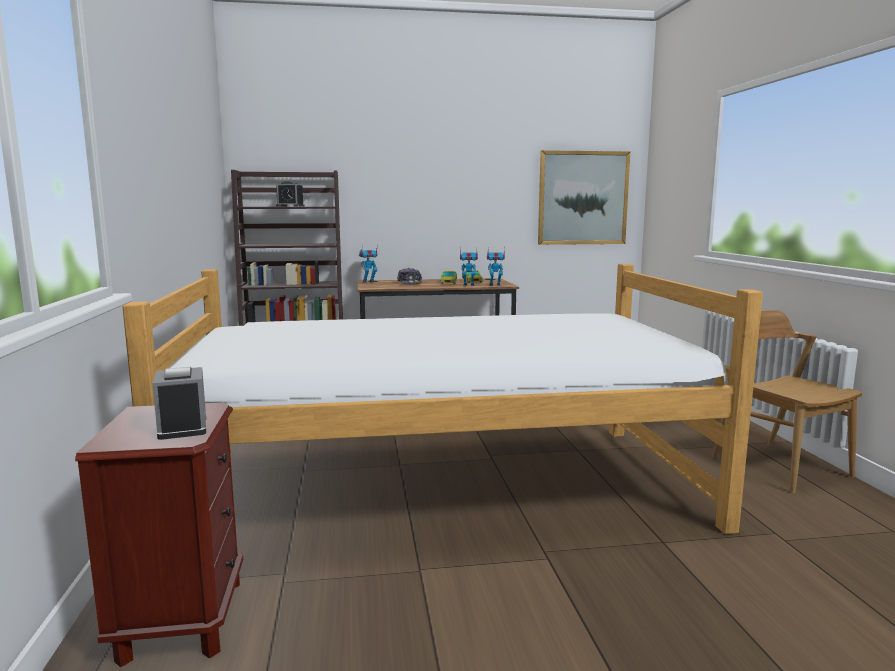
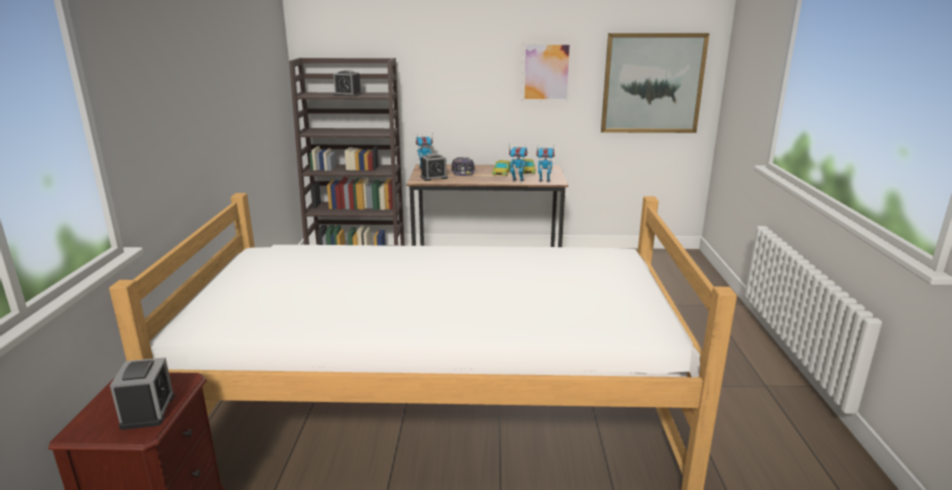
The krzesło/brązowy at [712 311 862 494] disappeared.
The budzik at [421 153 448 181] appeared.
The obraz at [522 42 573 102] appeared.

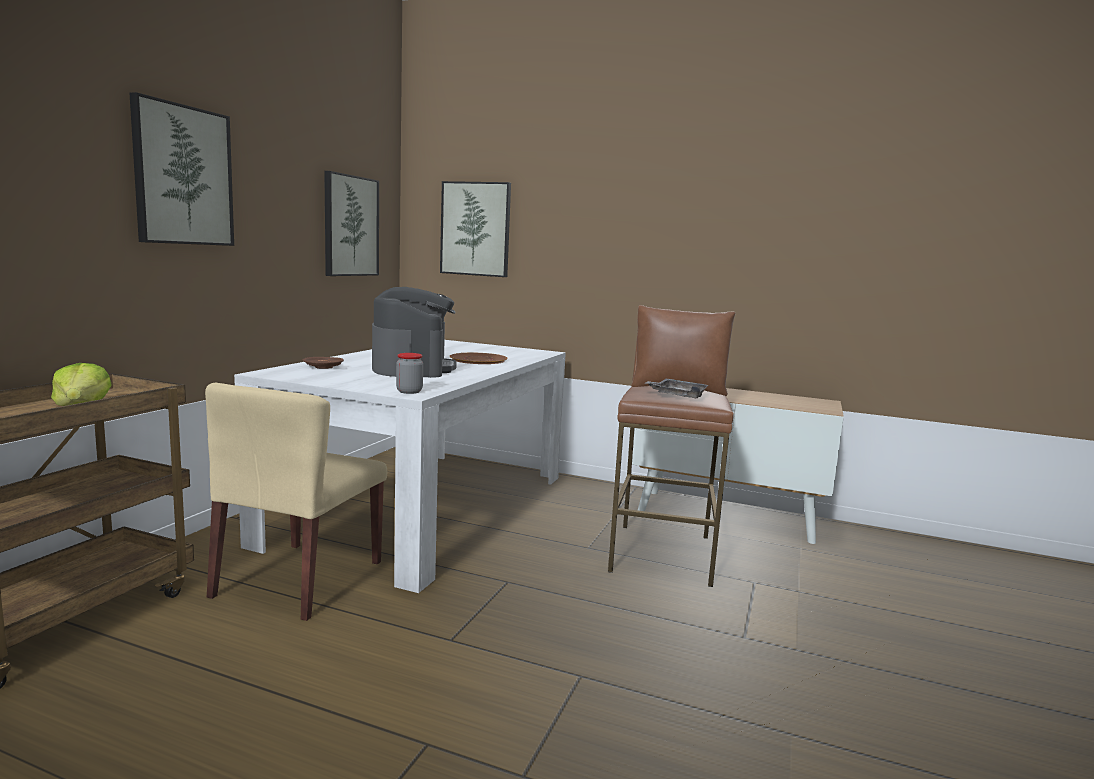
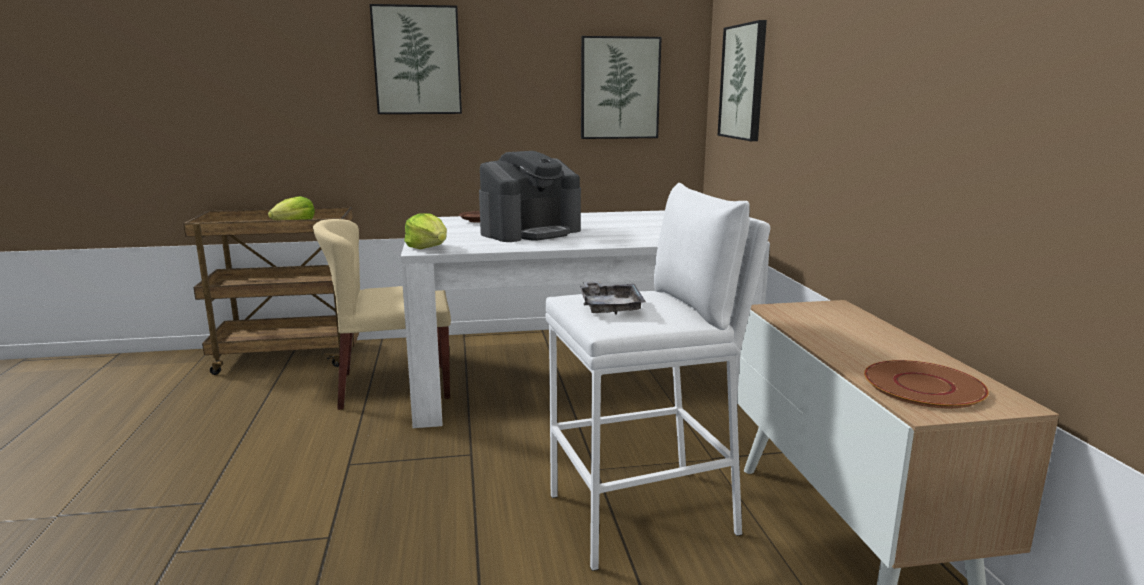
The słoik at [396 353 423 394] was replaced by the sałata at [404 213 447 249].
The talerz/brązowy moved from [450 353 508 364] to [864 360 989 408].
The stołek/brązowy at [608 305 736 587] became the stołek/biały at [545 183 770 571].

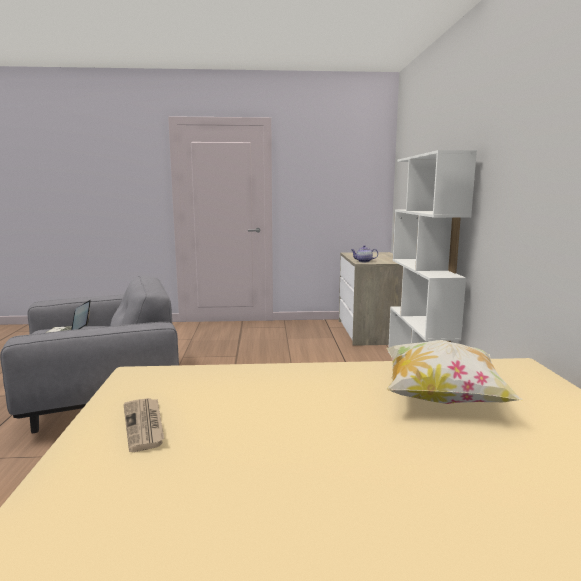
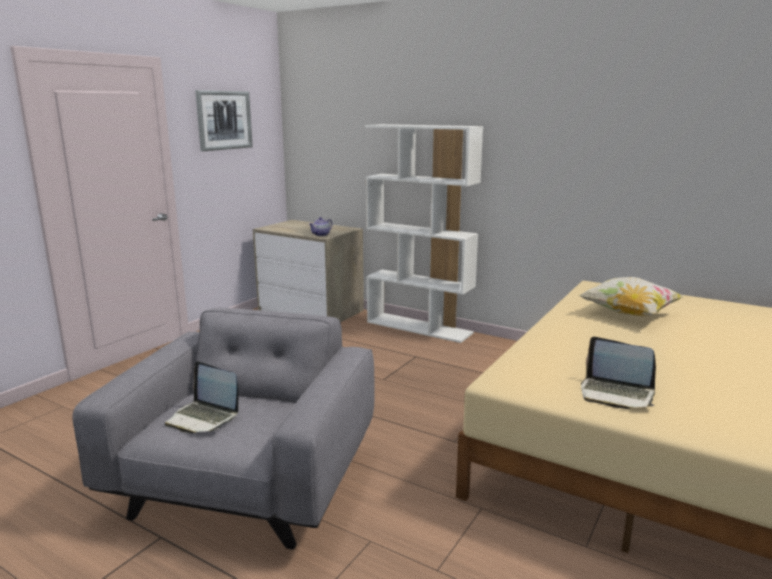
The gazeta at [123 398 164 452] was replaced by the laptop at [581 337 656 409].
The obraz at [195 90 253 151] appeared.

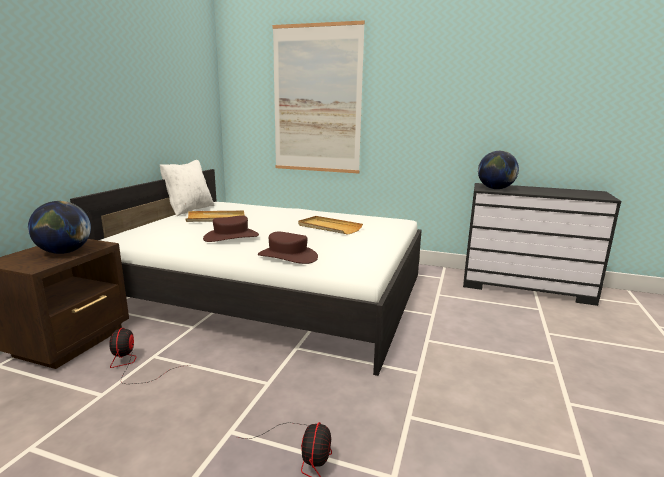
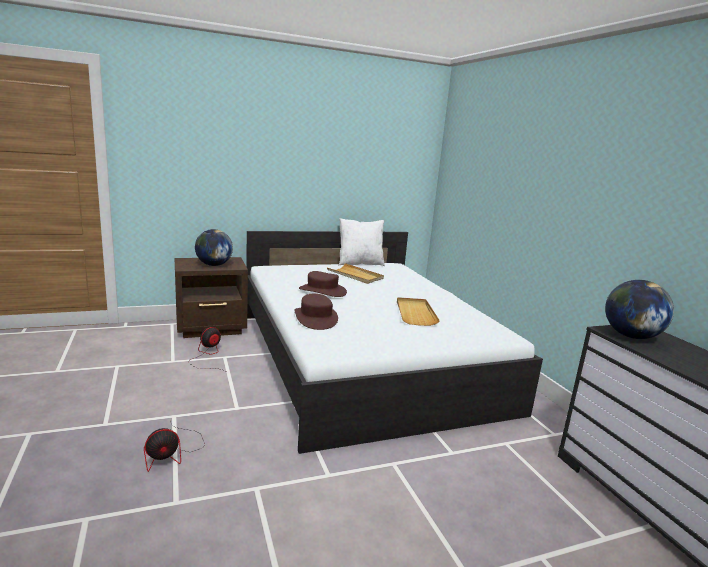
The obraz at [272 20 365 174] disappeared.

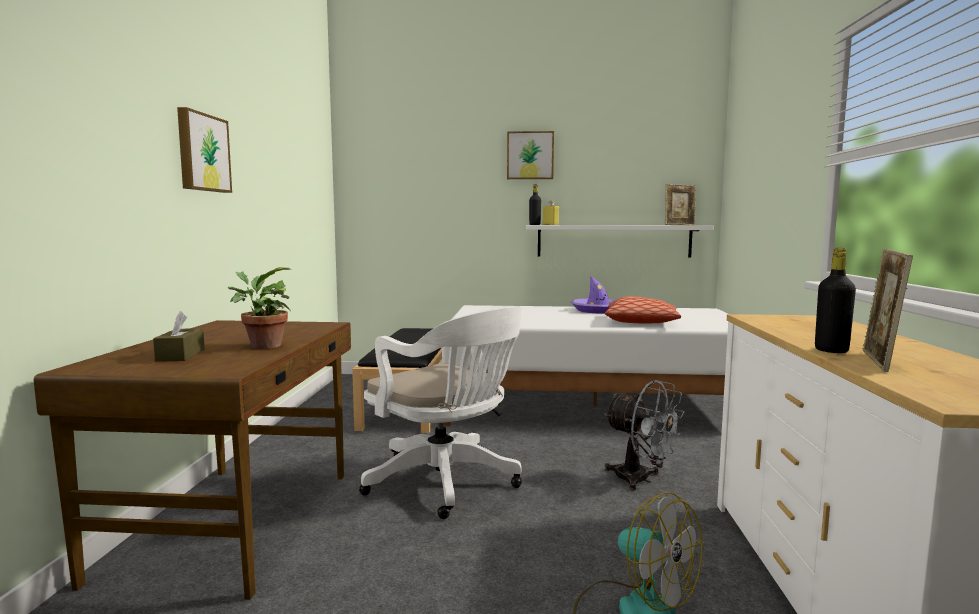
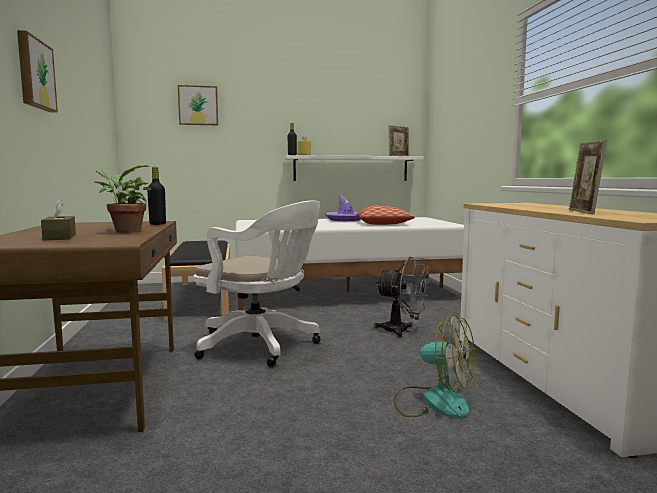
The obraz moved from [507 131 554 179] to [178 85 218 125].
The butelka/czarny moved from [815 248 856 353] to [147 167 166 225].

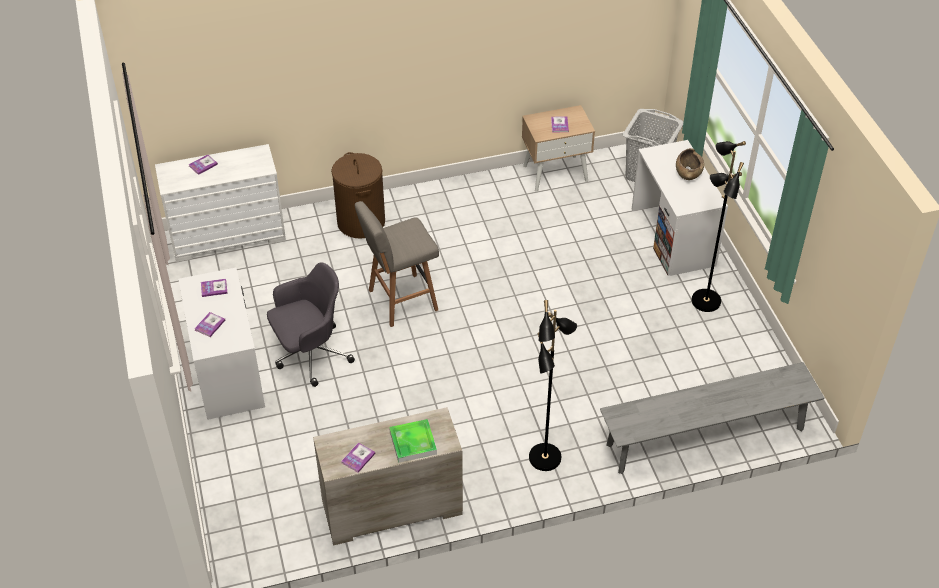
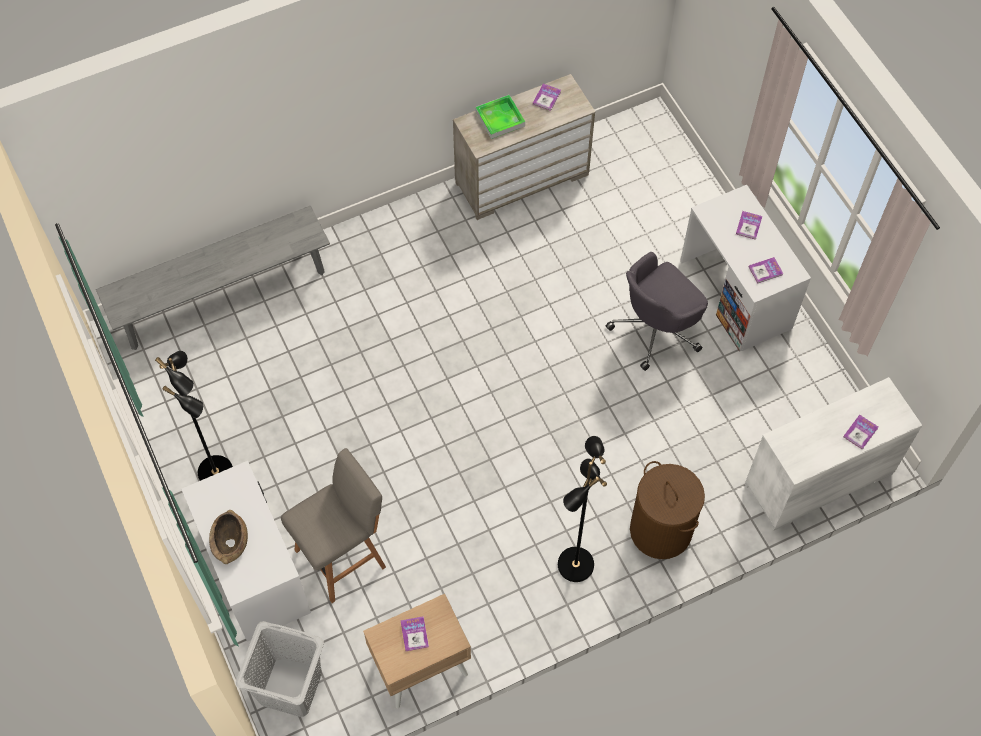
The stołek/szary moved from [355 201 439 327] to [281 448 386 603].
The lampa stojąca/czarny moved from [529 300 577 471] to [558 436 607 582].

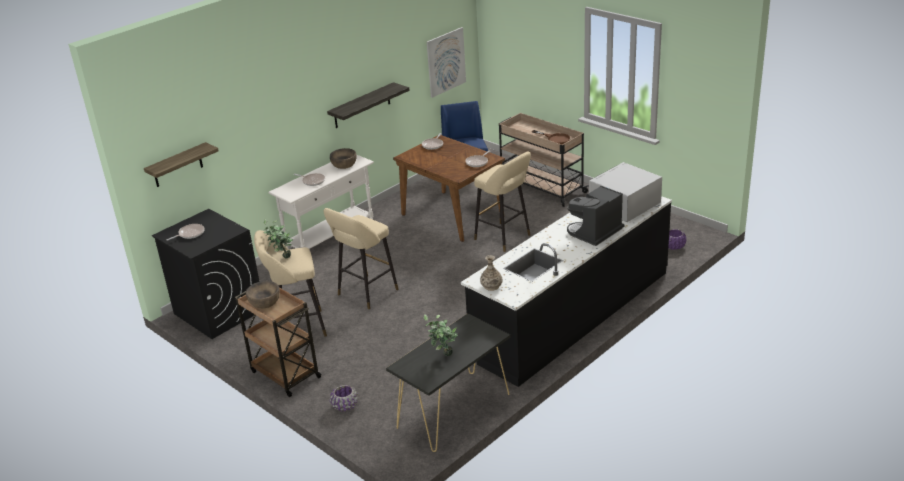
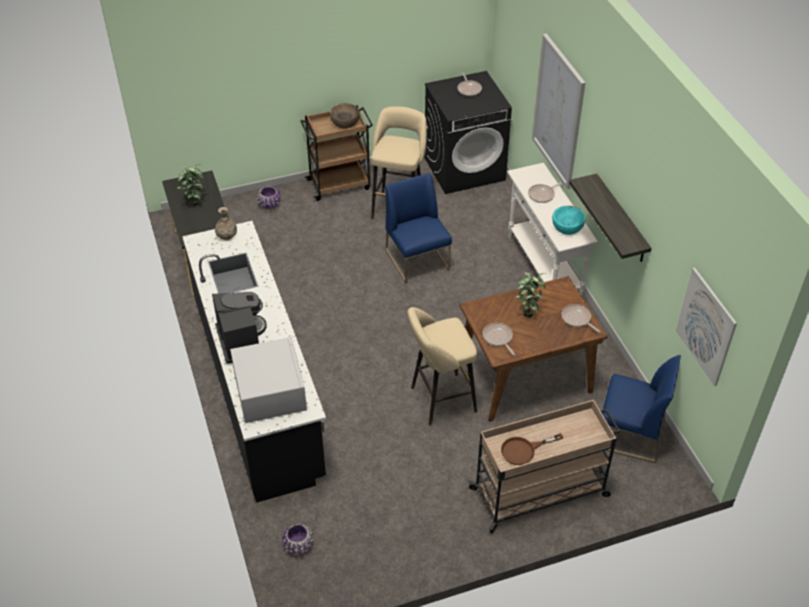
The półka at [144 142 219 187] disappeared.
The roślina doniczkowa moved from [263 219 293 259] to [516 272 547 318].
The stołek/beżowy at [324 208 398 309] was replaced by the krzesło/niebieski at [385 173 452 284].
The miska/brązowy at [330 148 357 169] became the miska/turkusowy at [552 206 586 235].
The obraz at [532 34 585 189] appeared.

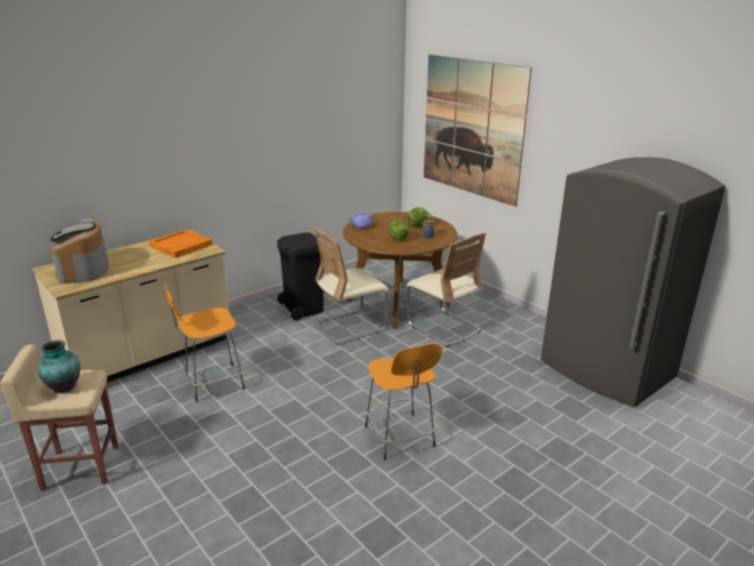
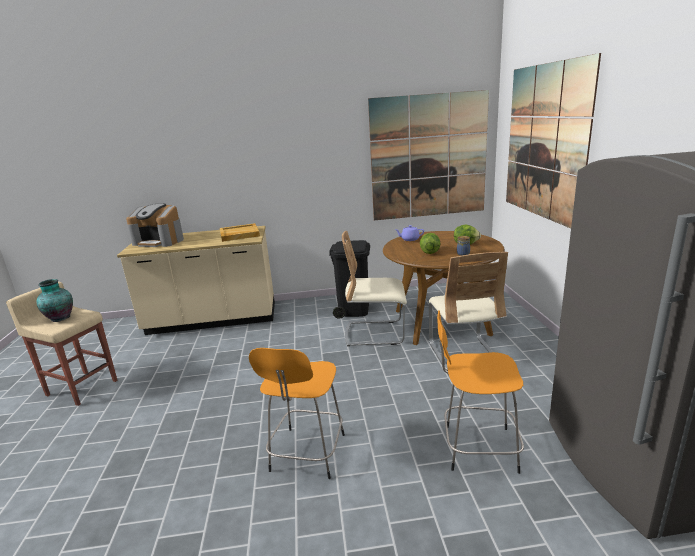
The ekspres do kawy at [50 219 109 284] turned 90 degrees counterclockwise.
The taca/pomarańczowy at [149 229 212 258] became the taca/beżowy at [220 223 260 242].
The stołek/pomarańczowy moved from [164 283 245 402] to [437 310 524 474].
The obraz at [368 90 489 220] appeared.

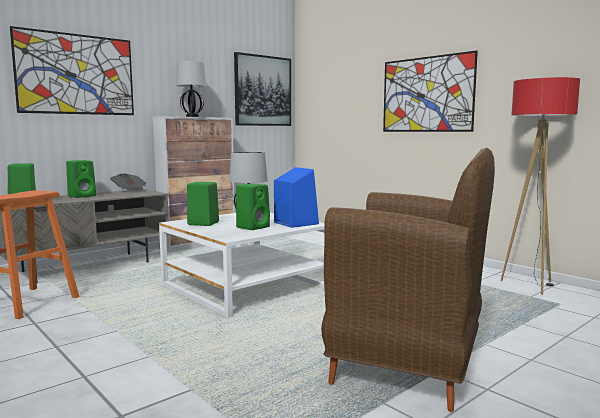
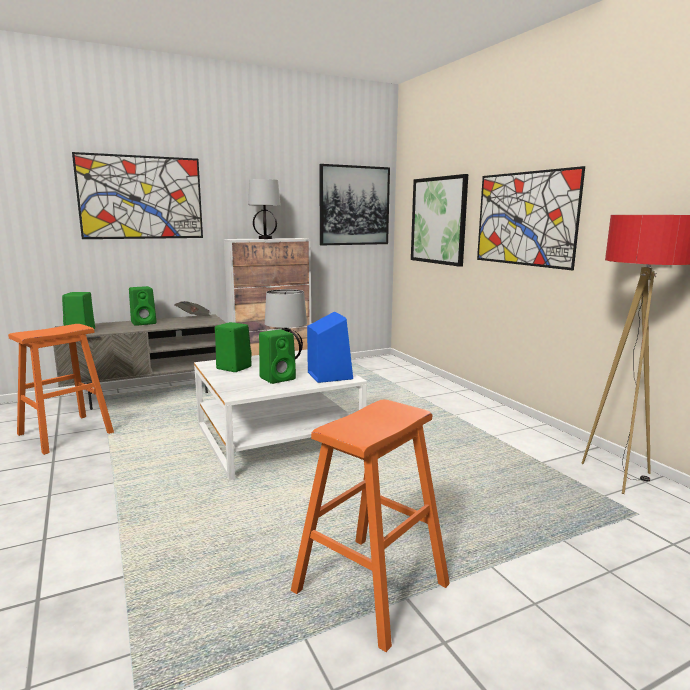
The fotel/brązowy at [321 148 495 412] was replaced by the stołek/pomarańczowy at [291 400 450 652].
The obraz at [411 174 468 267] appeared.

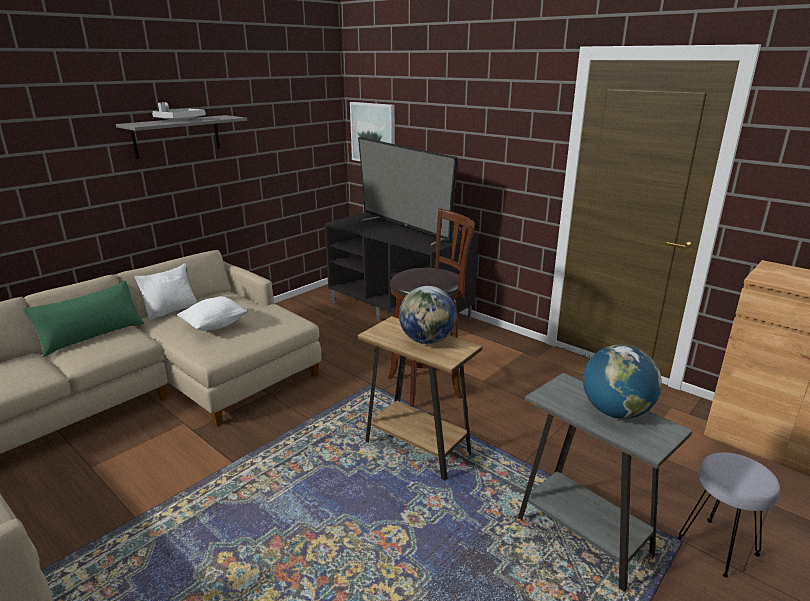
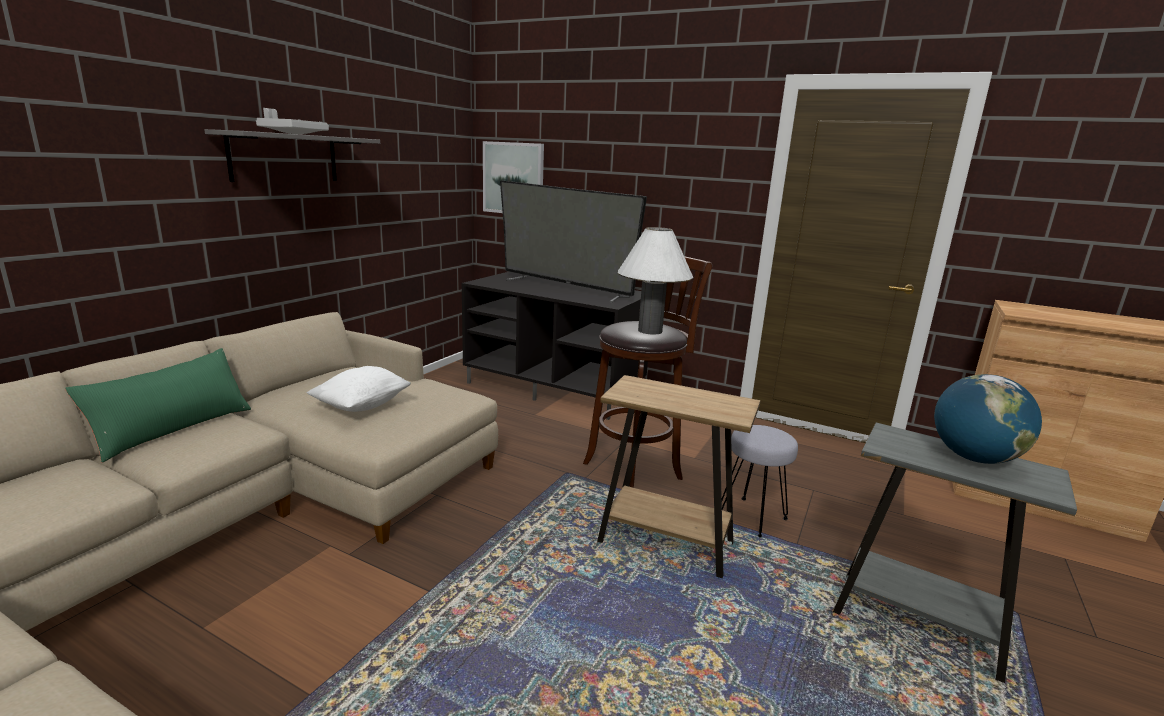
The poduszka/biały at [135 263 198 320] disappeared.
The globus at [399 286 457 344] disappeared.
The stołek/szary moved from [677 452 780 578] to [722 425 798 537].
The lampa stołowa/biały at [618 227 693 335] appeared.

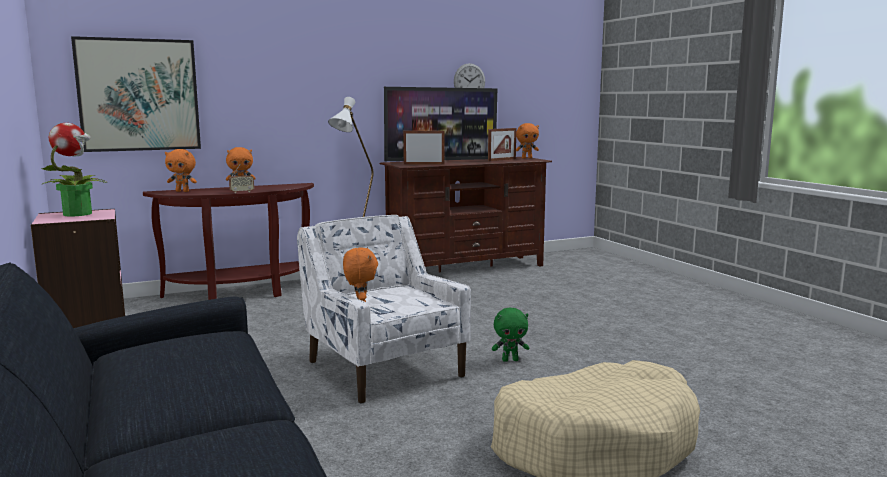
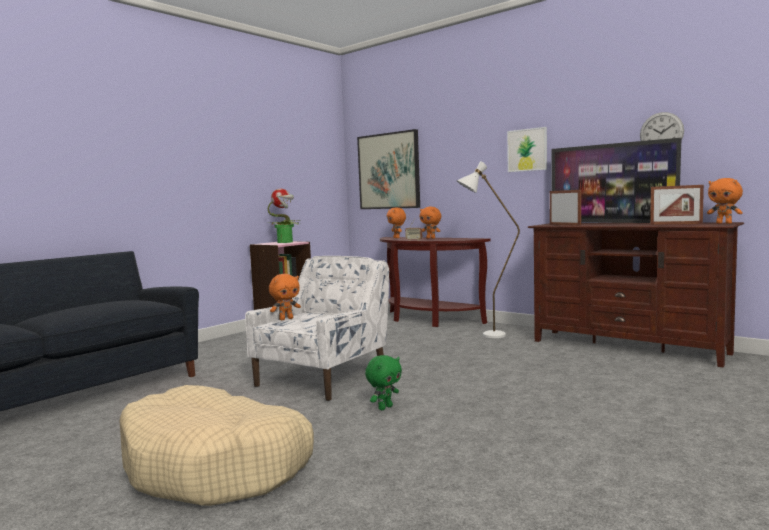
The pluszak/zielony at [492 308 529 362] turned 105 degrees counterclockwise.
The obraz at [507 127 547 172] appeared.

